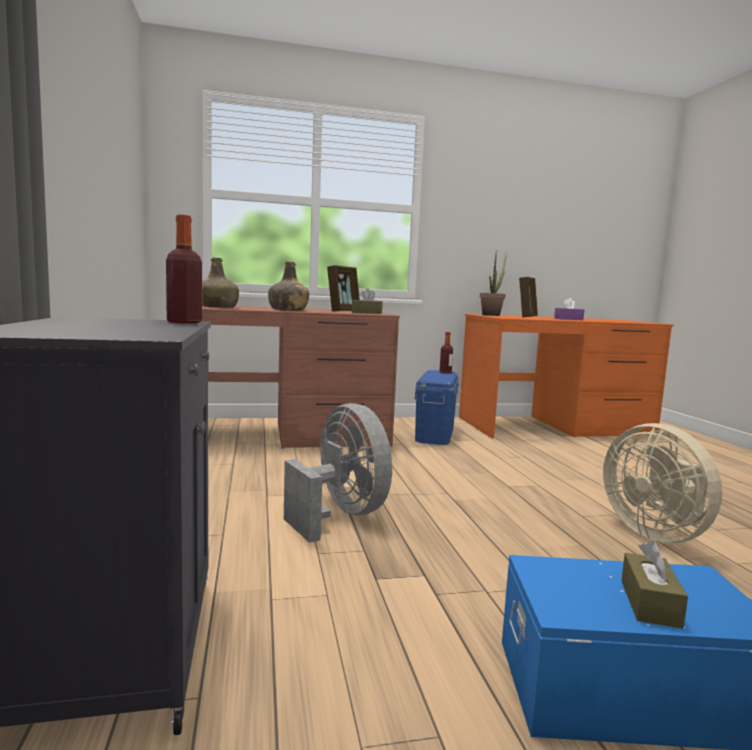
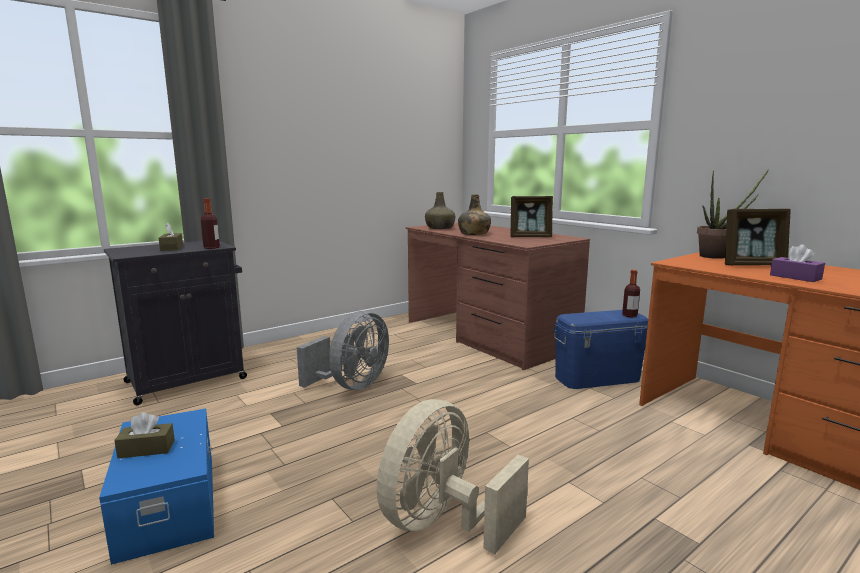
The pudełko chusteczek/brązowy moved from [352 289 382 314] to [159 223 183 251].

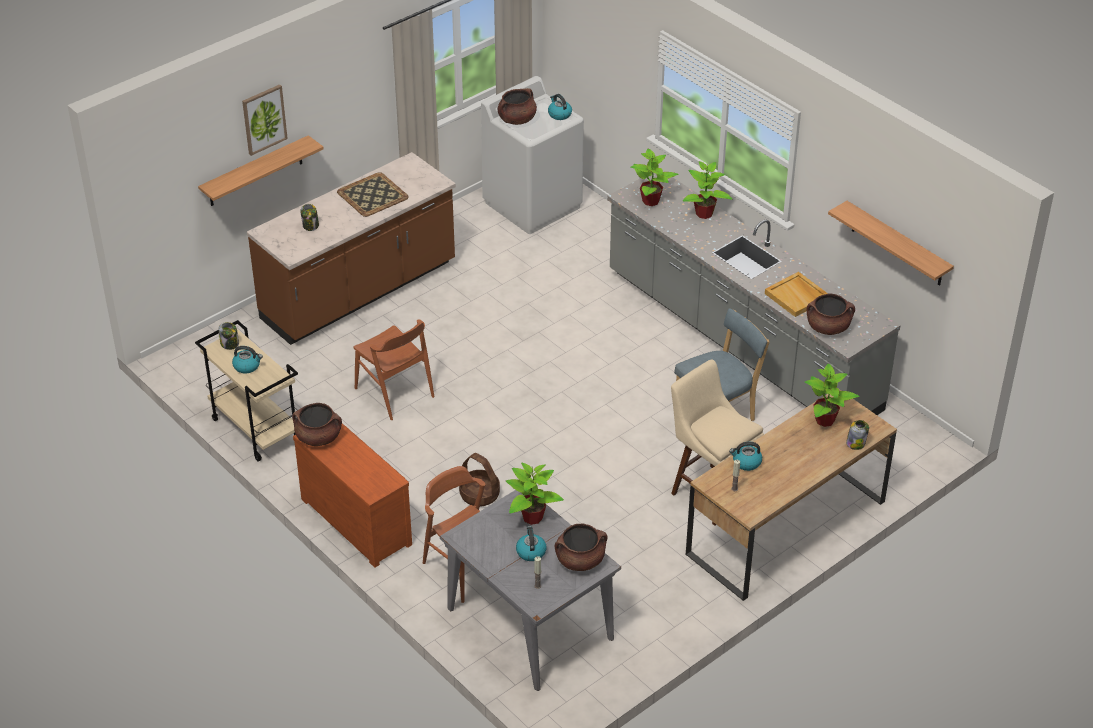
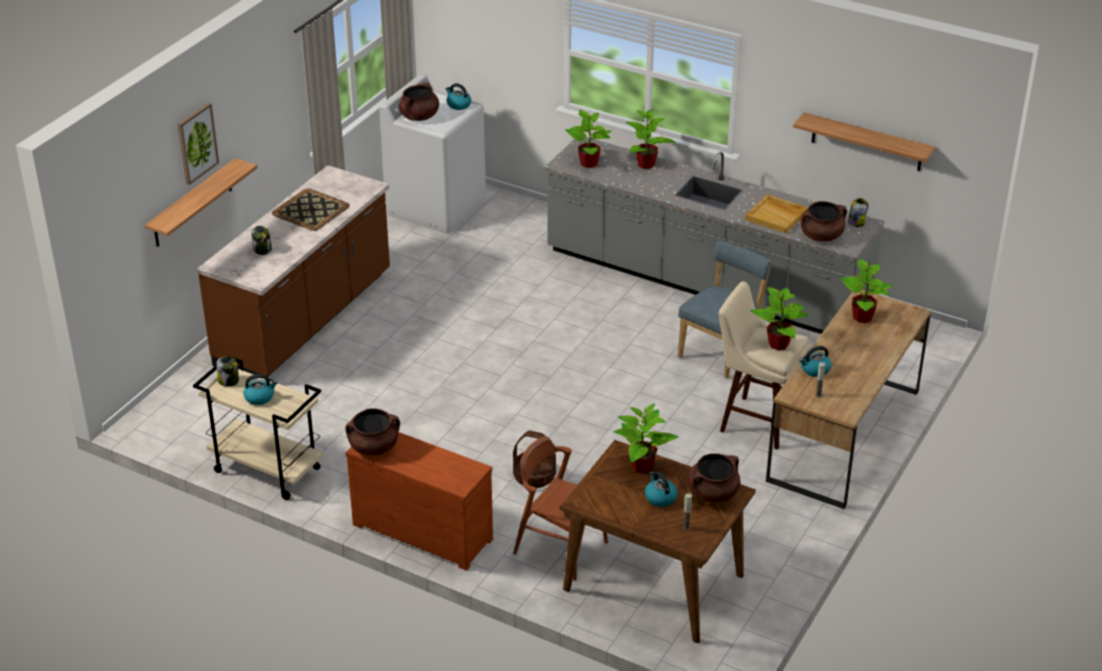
The krzesło/brązowy at [353 319 434 420] disappeared.
The stół jadalny/szary at [440 490 621 691] became the stół jadalny/brązowy at [560 440 756 643].
The słoik moved from [846 420 869 450] to [848 198 869 227].
The roślina doniczkowa at [750 287 809 350] appeared.

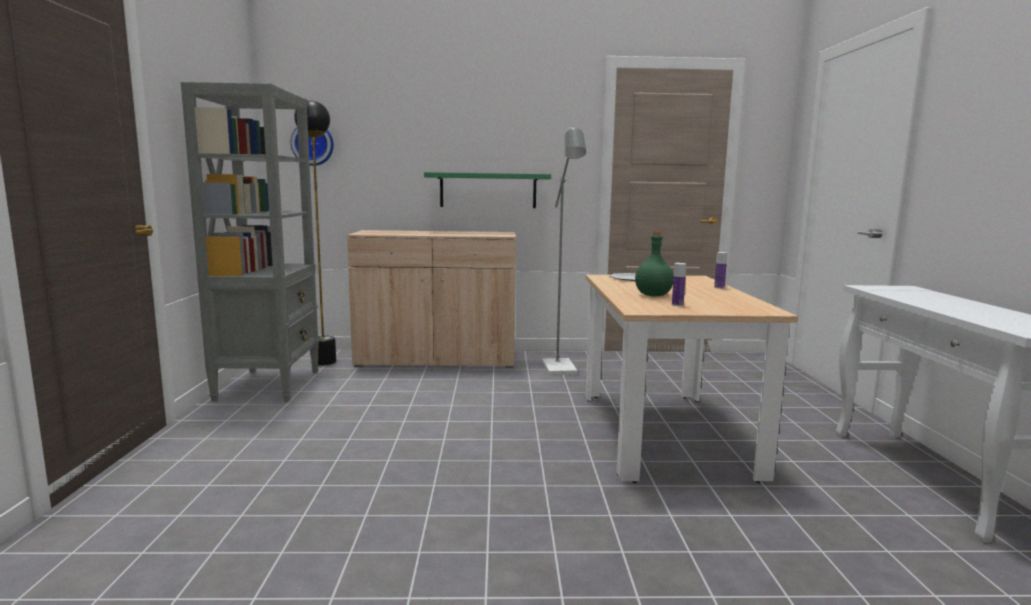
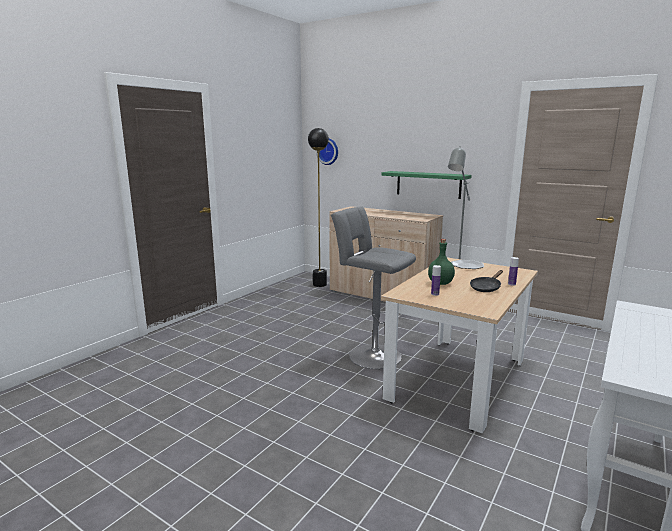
The regał/szary at [180 82 319 402] disappeared.
The stołek/szary at [331 206 416 369] appeared.
The patelnia/czarny at [470 270 503 292] appeared.

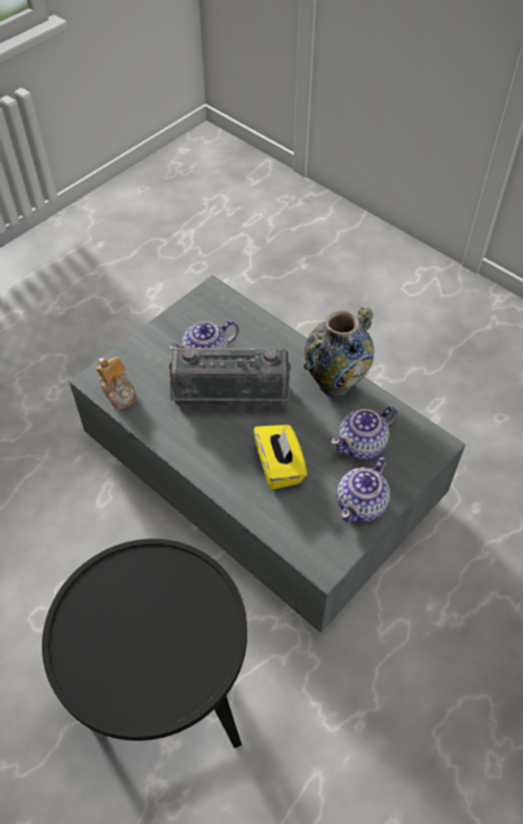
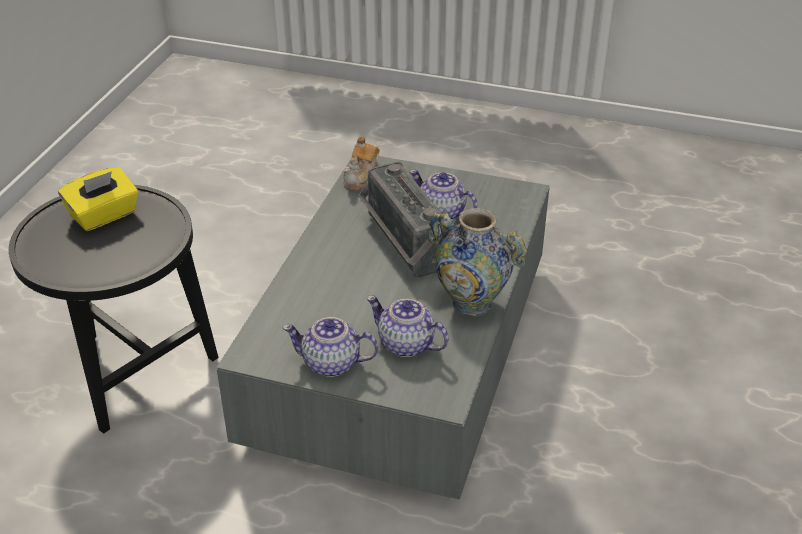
The pudełko chusteczek/żółty moved from [254 425 307 490] to [58 167 138 231].

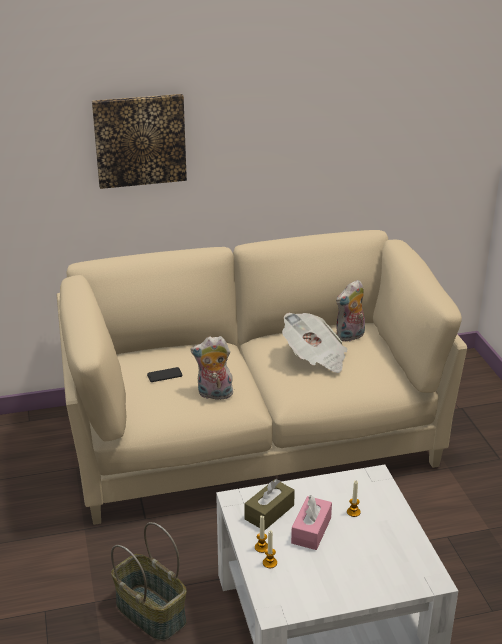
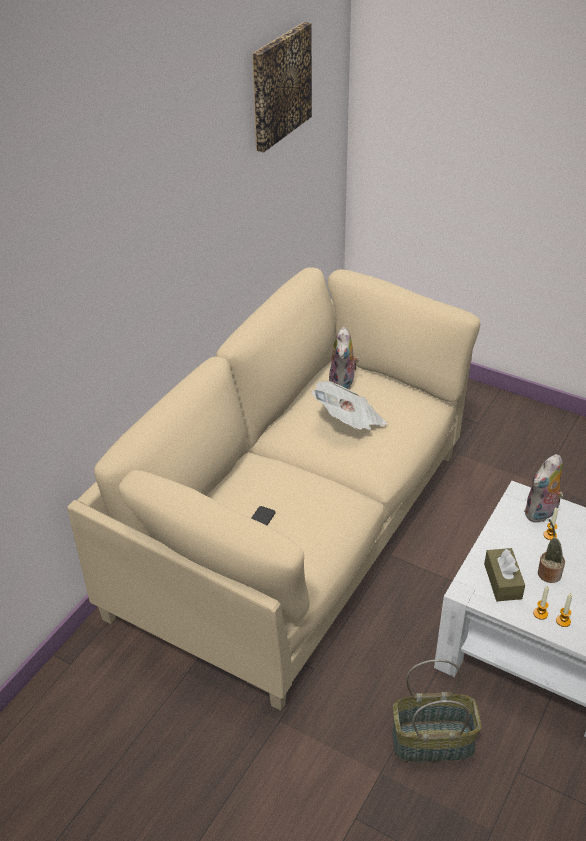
The obraz moved from [92 94 187 189] to [252 22 312 153].
The pluszak moved from [191 336 235 402] to [524 454 563 523].
The pudełko chusteczek/różowy at [291 495 332 550] was replaced by the roślina doniczkowa at [538 519 565 583].

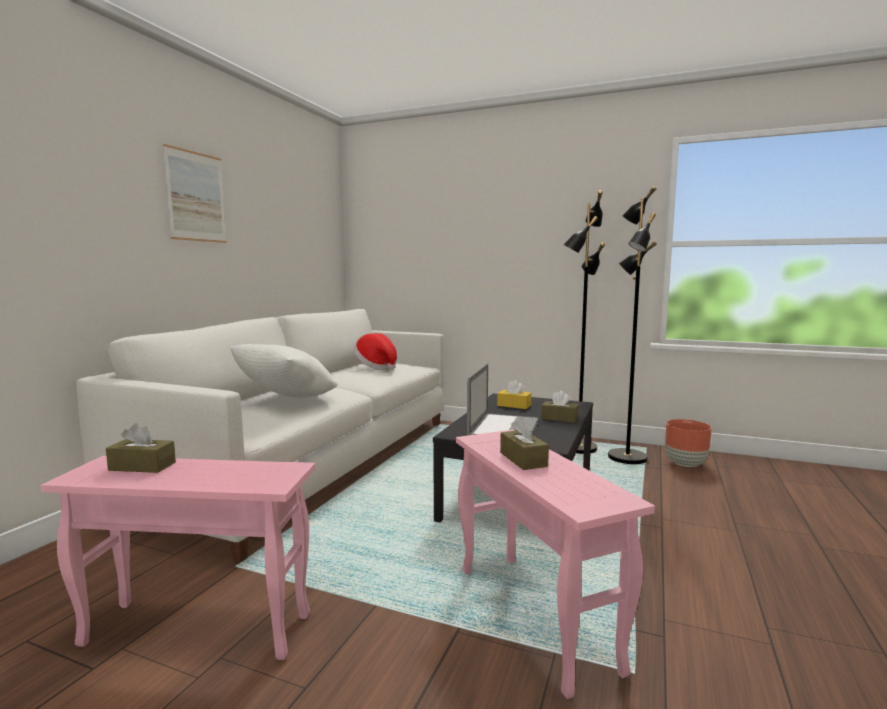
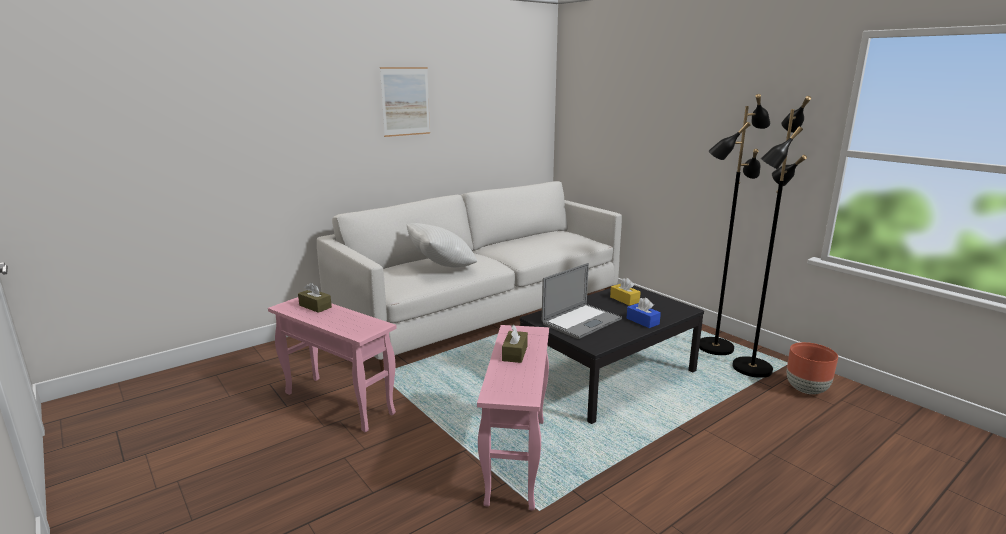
The kapelusz at [353 333 397 370] disappeared.
The pudełko chusteczek/brązowy at [541 391 579 423] became the pudełko chusteczek/niebieski at [627 298 661 328].

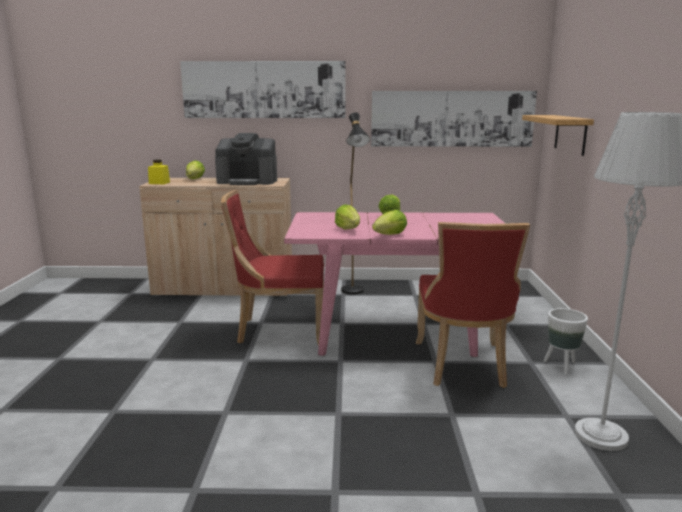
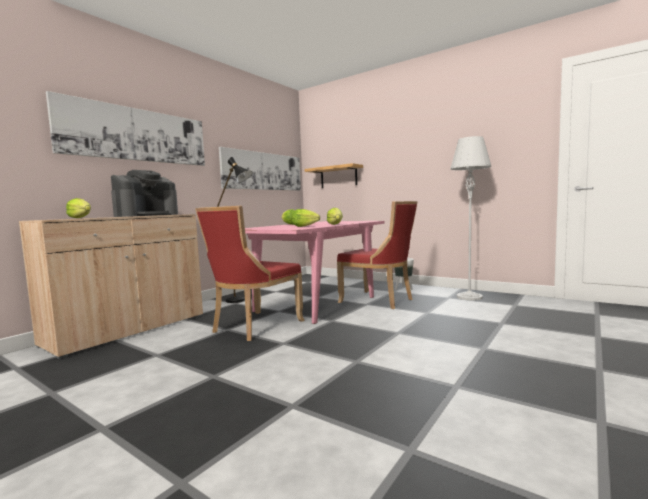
The słoik/żółty at [148 159 170 184] disappeared.

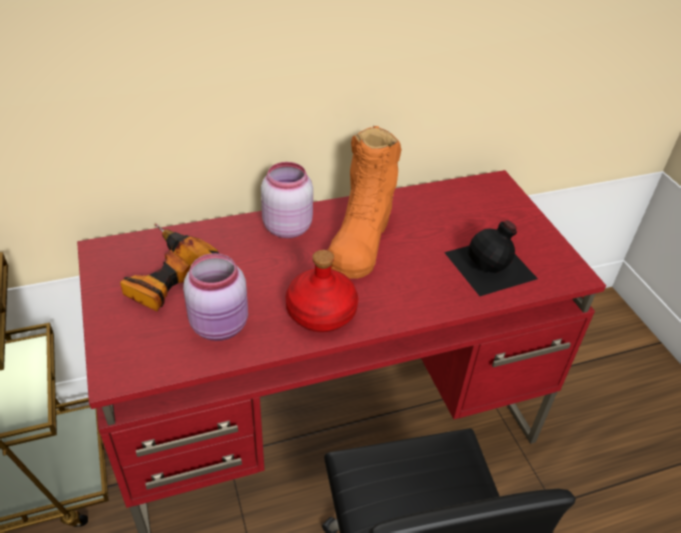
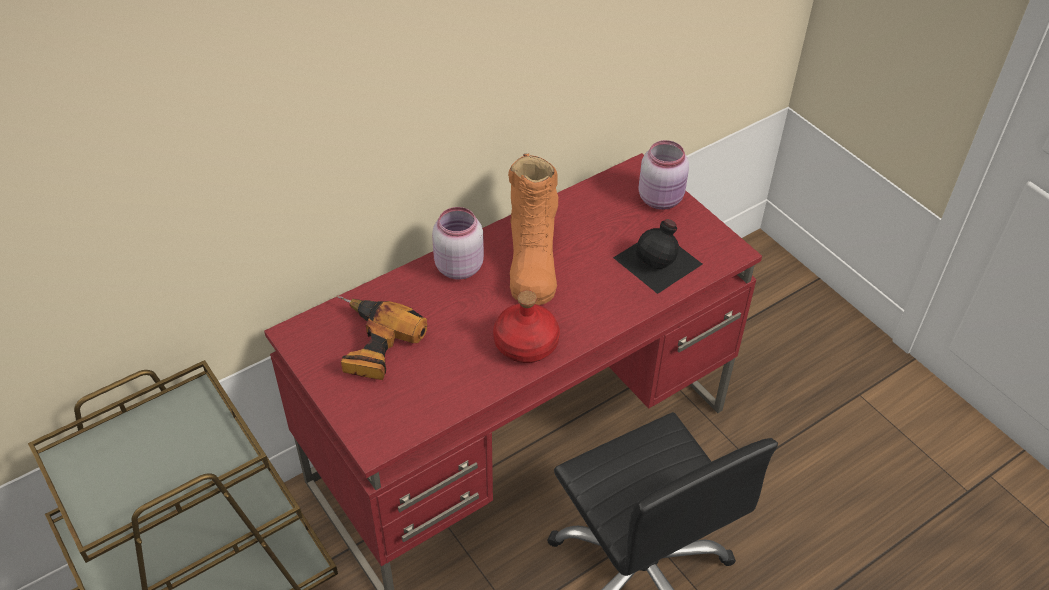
The słoik/różowy moved from [183 253 248 341] to [638 140 689 210].

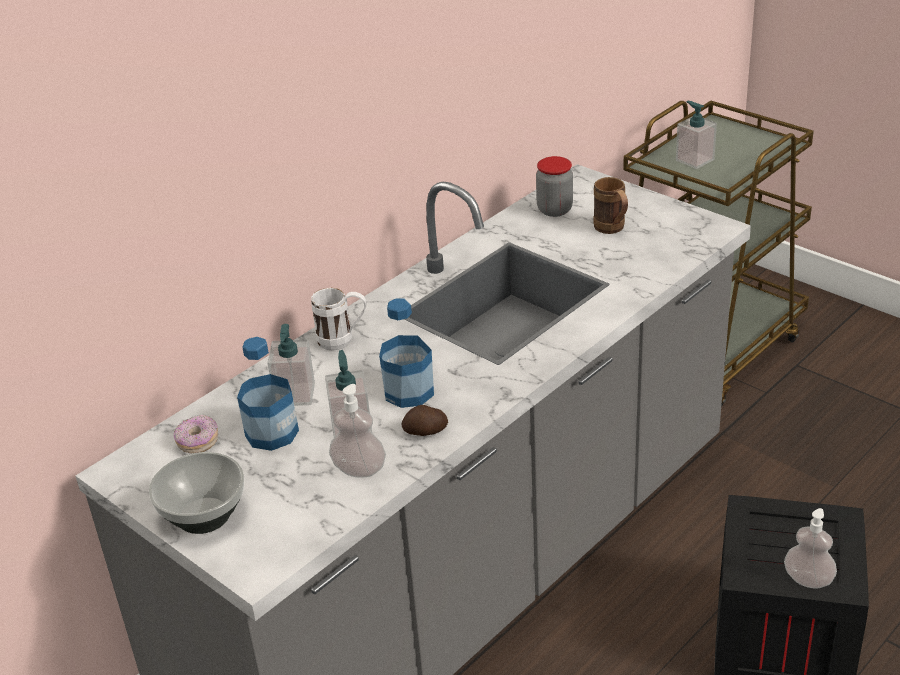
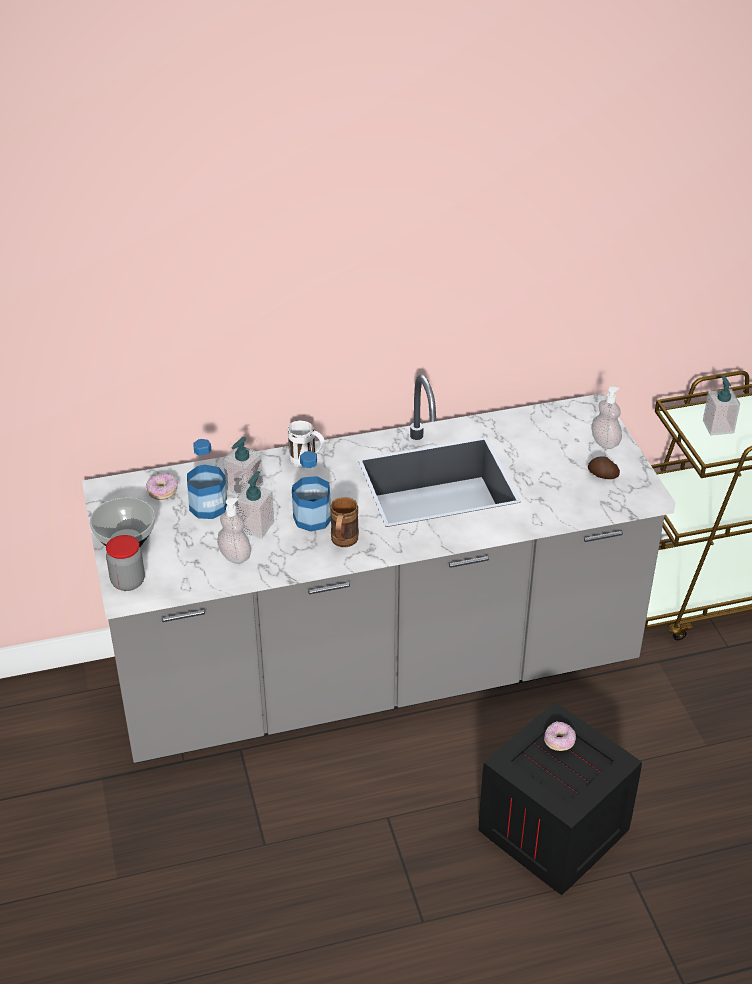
The ziemniak moved from [401 405 448 436] to [588 456 620 479].
The słoik moved from [536 156 573 217] to [106 535 145 591].
The kubek/brązowy moved from [593 177 628 234] to [330 497 359 547].
The dozownik mydła moved from [784 508 837 589] to [591 387 622 449].
The donut at [544 722 576 751] appeared.

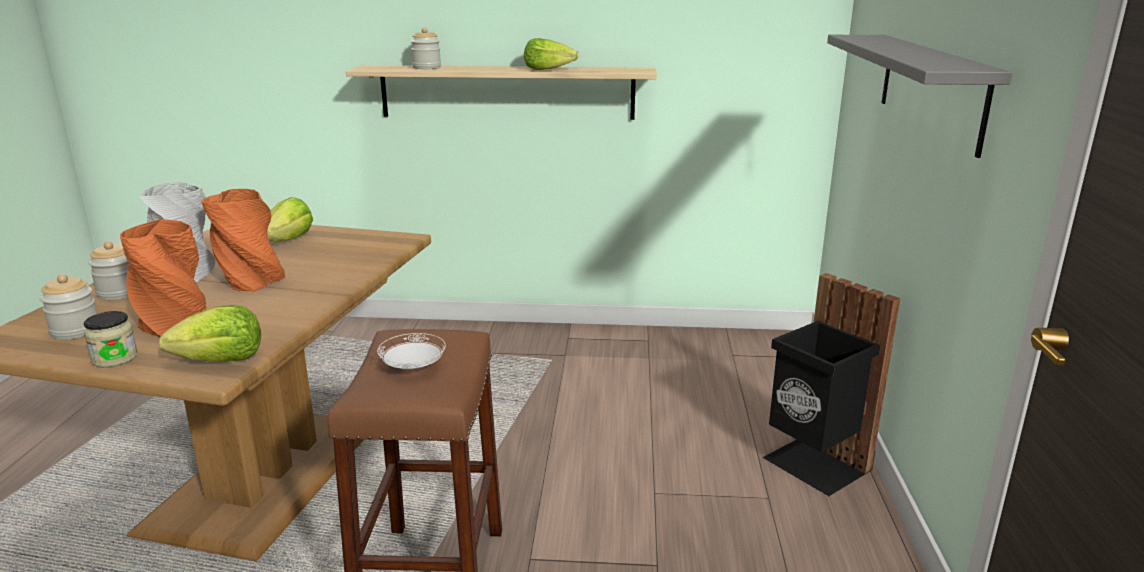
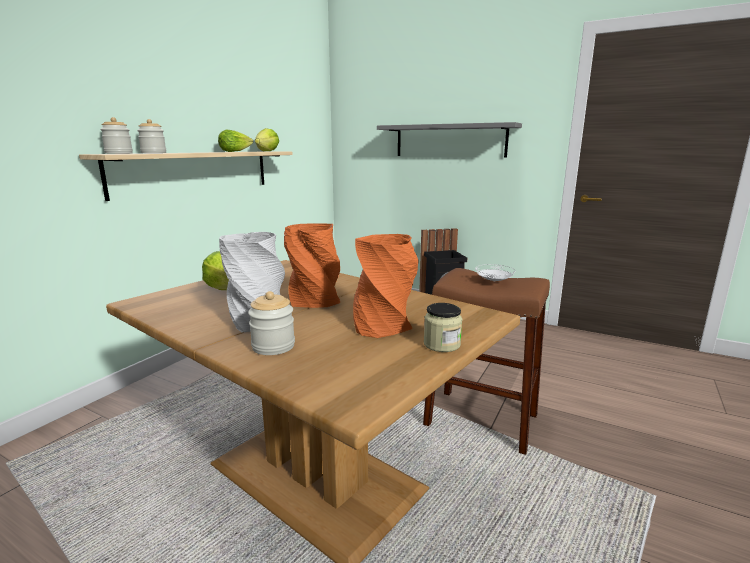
The słoik moved from [40 274 97 340] to [100 117 133 154].
The sałata moved from [159 305 261 362] to [255 128 279 151].

